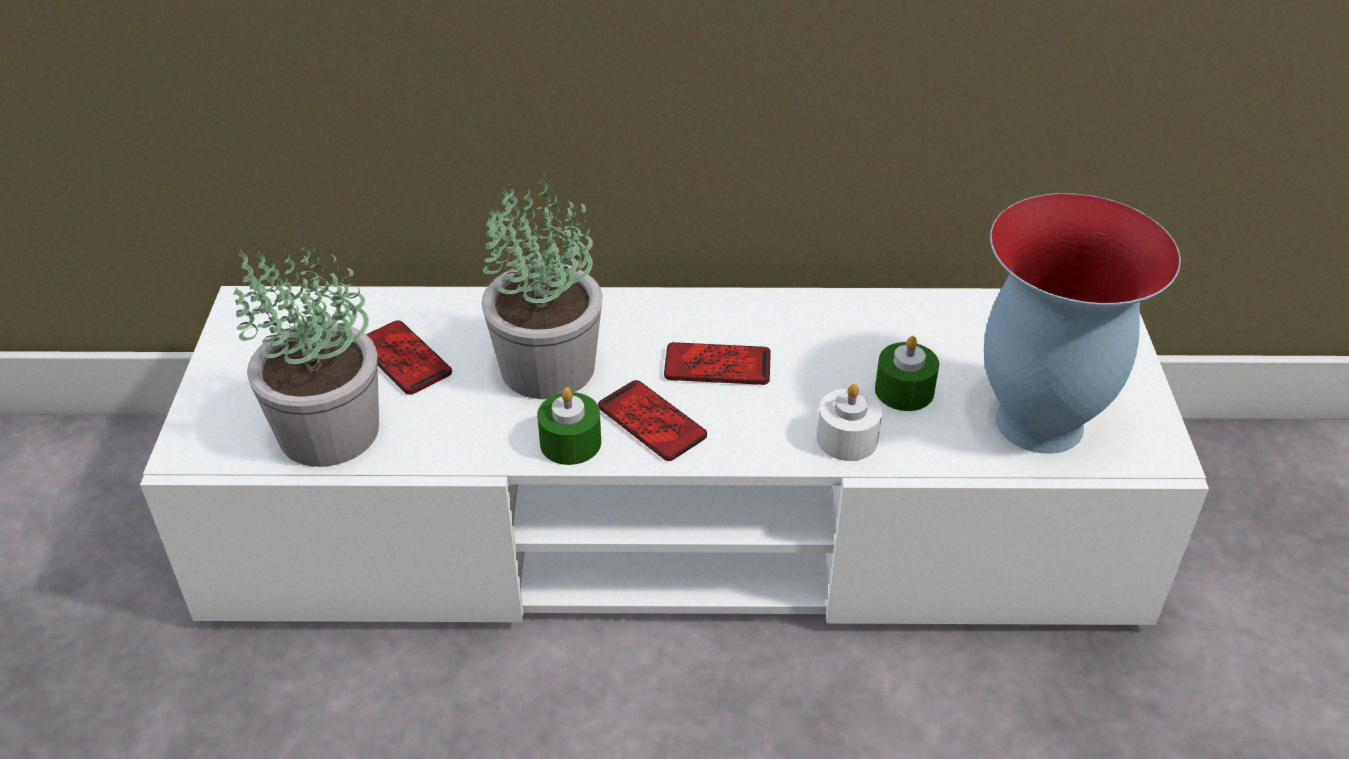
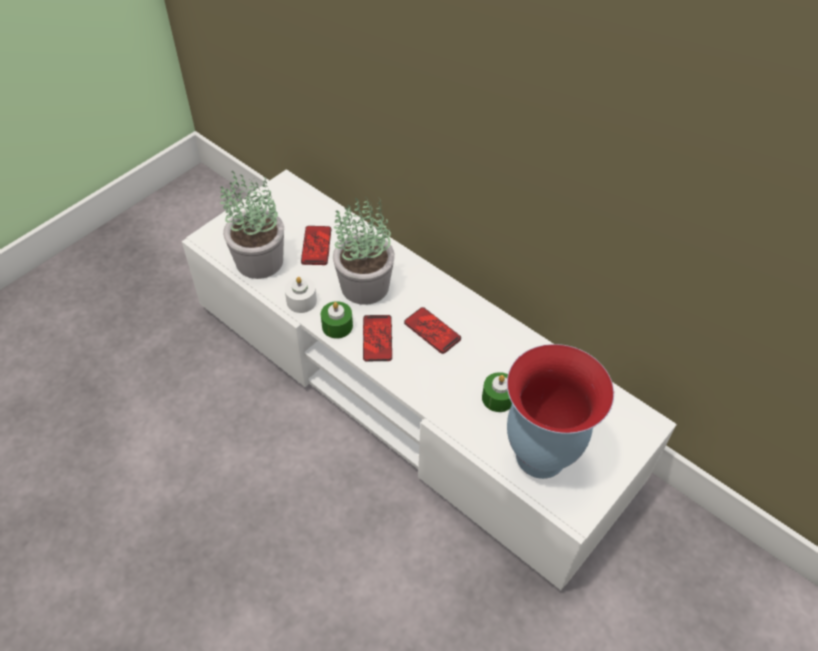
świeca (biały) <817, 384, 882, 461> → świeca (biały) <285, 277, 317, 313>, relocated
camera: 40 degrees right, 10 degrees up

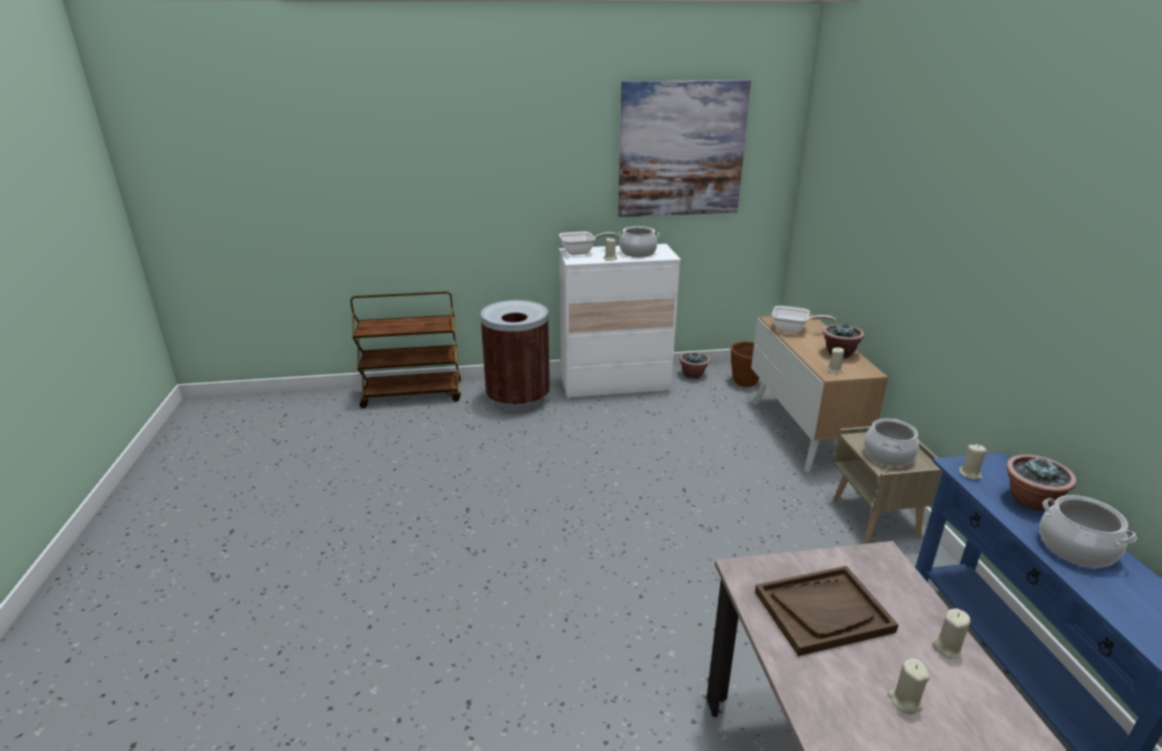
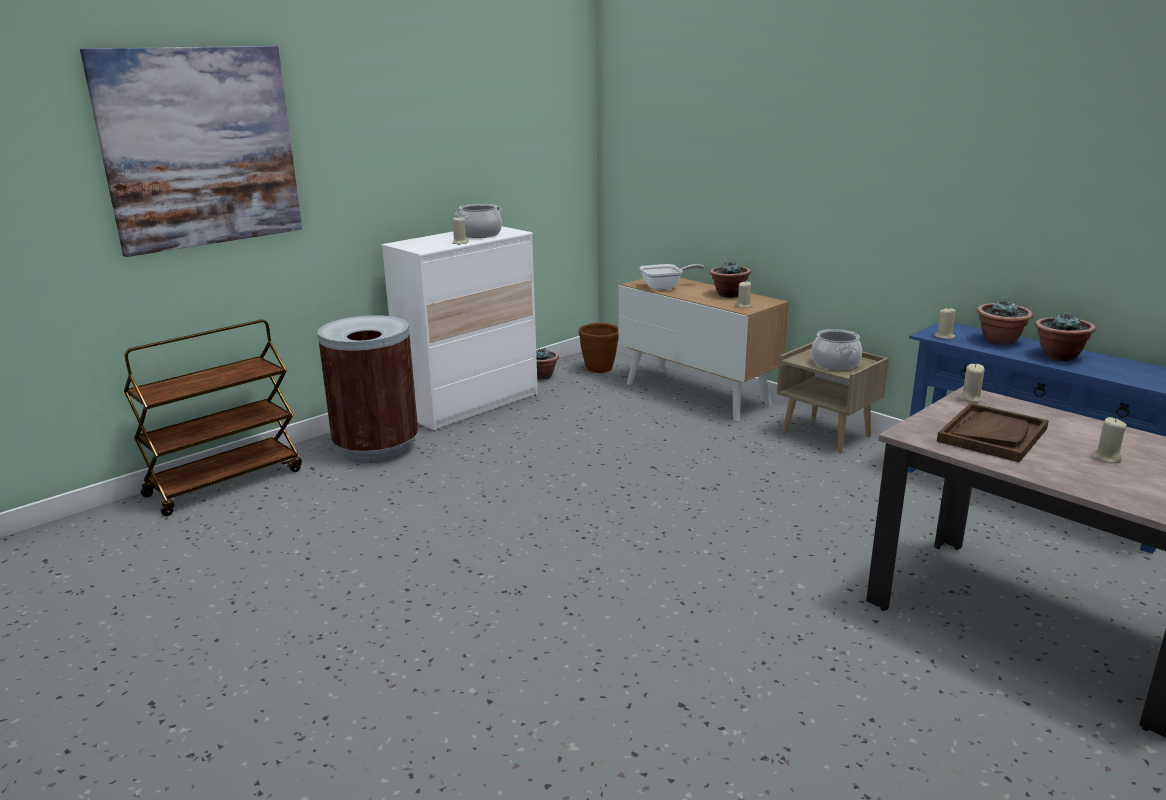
obraz <618, 80, 751, 217> → obraz <80, 46, 302, 257>, relocated
patelnia <559, 231, 616, 255> → -
garnek <1040, 495, 1137, 568> → roślina doniczkowa <1035, 312, 1096, 361>
świeca (beżowy) <932, 608, 971, 659> → świeca (beżowy) <959, 364, 985, 403>, relocated
camera: 35 degrees left, 5 degrees down

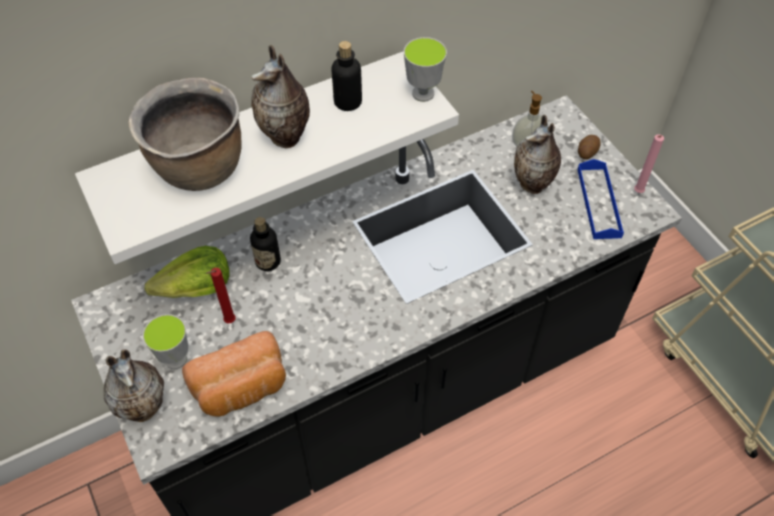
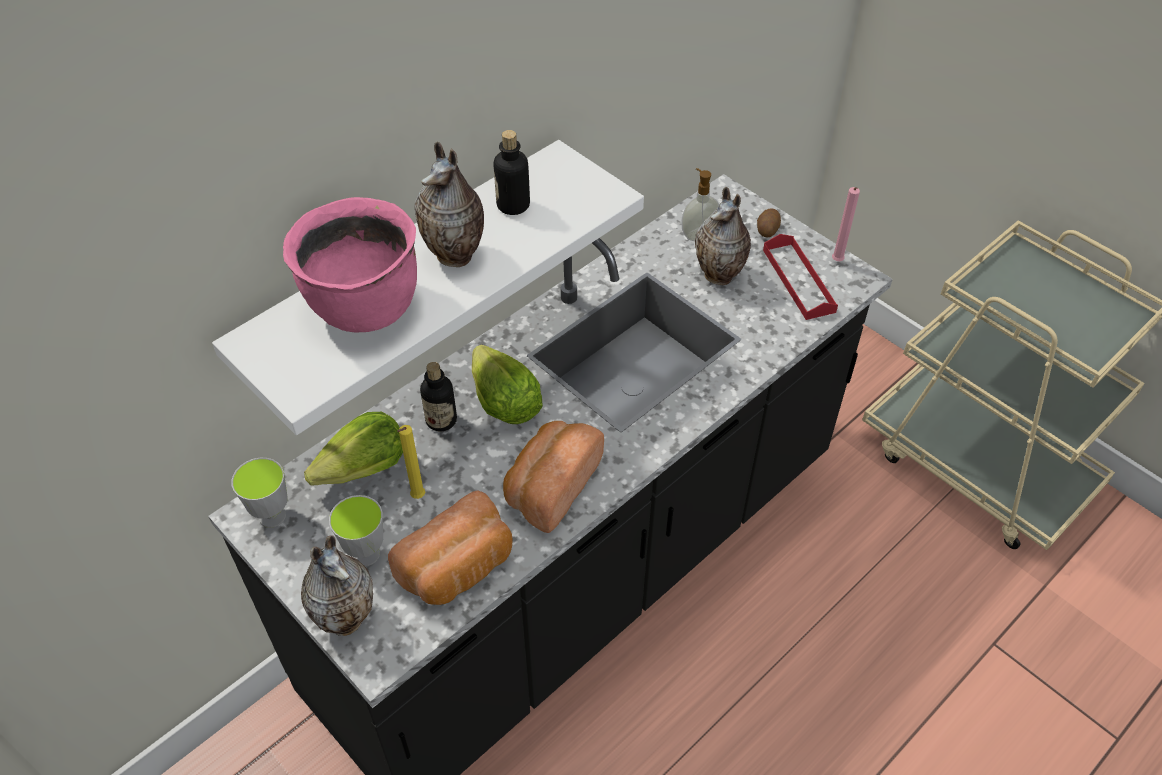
filiżanka <404, 37, 447, 102> → filiżanka <231, 458, 288, 528>, relocated
garnek (brązowy) <128, 78, 242, 191> → garnek (różowy) <283, 197, 417, 332>
taca (niebieski) <577, 159, 624, 239> → taca (czerwony) <763, 234, 838, 320>
świeca (czerwony) <206, 268, 236, 323> → świeca (żółty) <397, 425, 425, 499>
- → sałata <472, 345, 543, 424>
- → chleb <503, 421, 604, 533>
camera: 15 degrees left, 5 degrees down

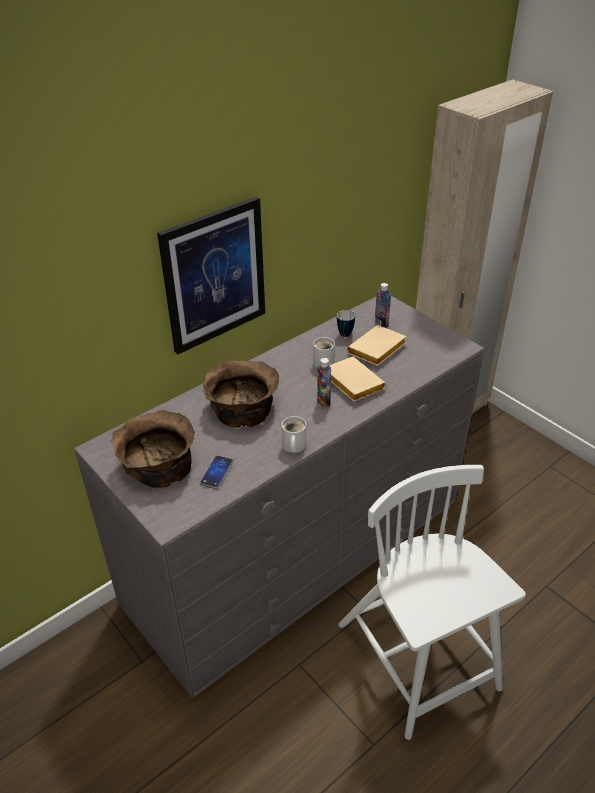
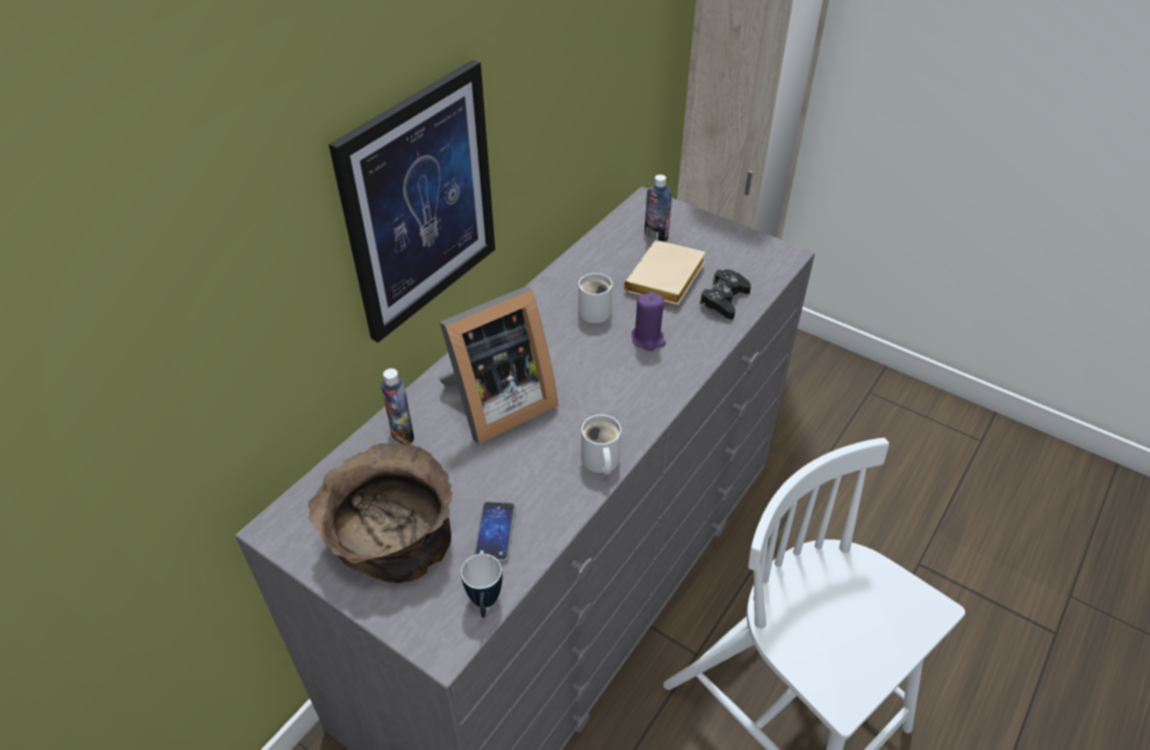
kubek <337, 310, 355, 337> → kubek <461, 554, 502, 618>, relocated
książka (beżowy) <330, 357, 386, 402> → świeca (fioletowy) <632, 292, 666, 351>
butelka <317, 358, 331, 407> → butelka <381, 368, 414, 445>, relocated
miska (brązowy) <203, 360, 279, 428> → ramka na zdjęcie <439, 286, 558, 444>
- → pad do gier (czarny) <700, 269, 751, 319>
camera: 15 degrees left, 5 degrees up

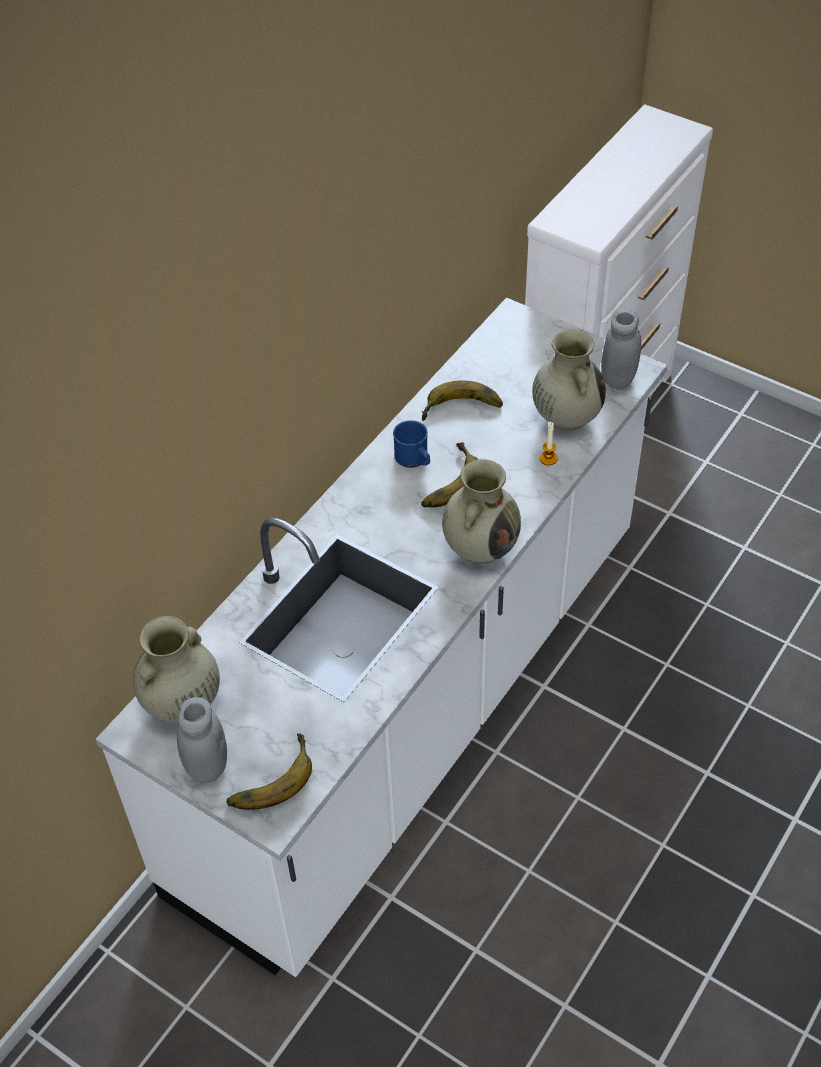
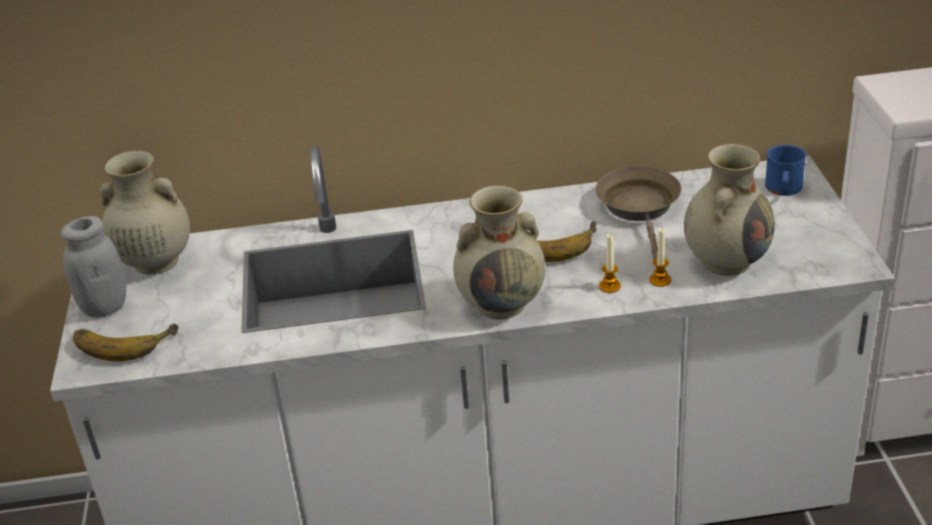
słoik (szary) <601, 309, 641, 390> → -
banan <422, 380, 503, 421> → patelnia (brązowy) <596, 166, 681, 260>
kubek (niebieski) <393, 420, 430, 468> → kubek (niebieski) <765, 145, 807, 196>, relocated
- → świeca <599, 234, 621, 293>
camera: 50 degrees right, 15 degrees down

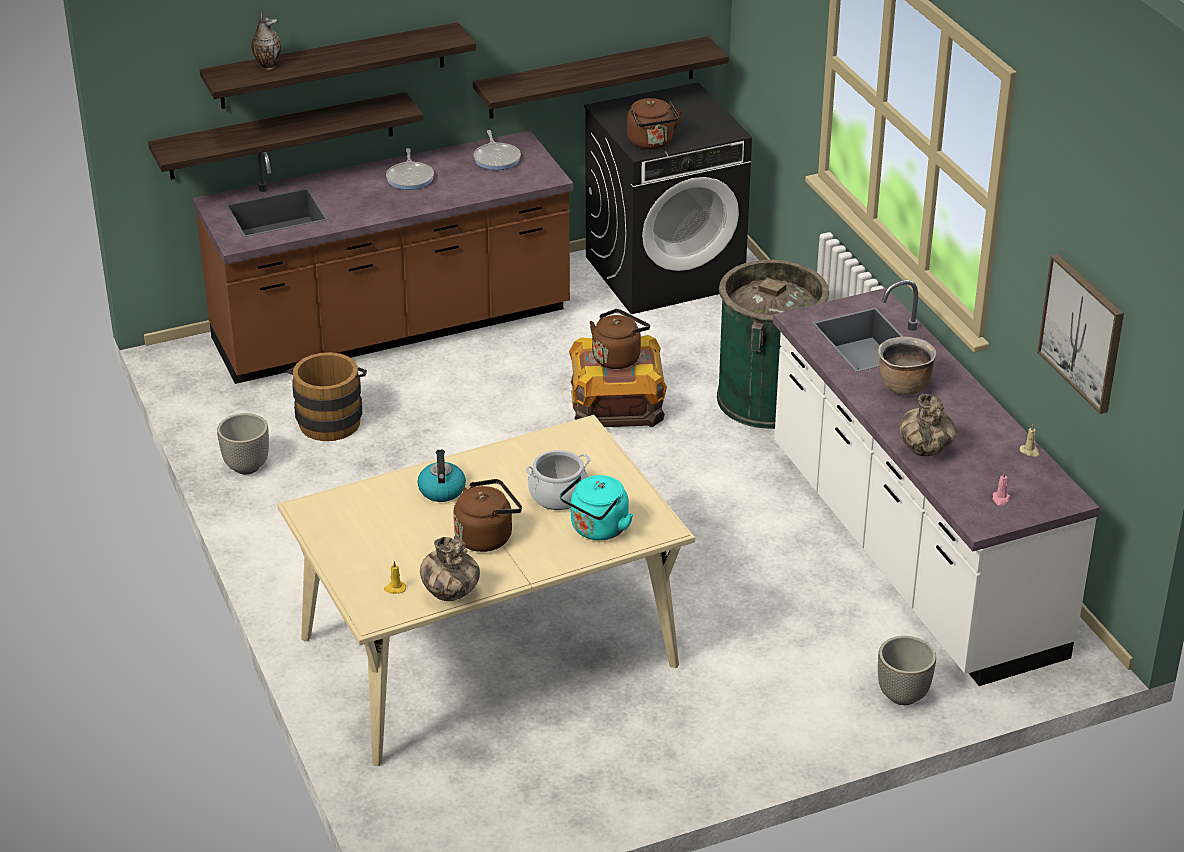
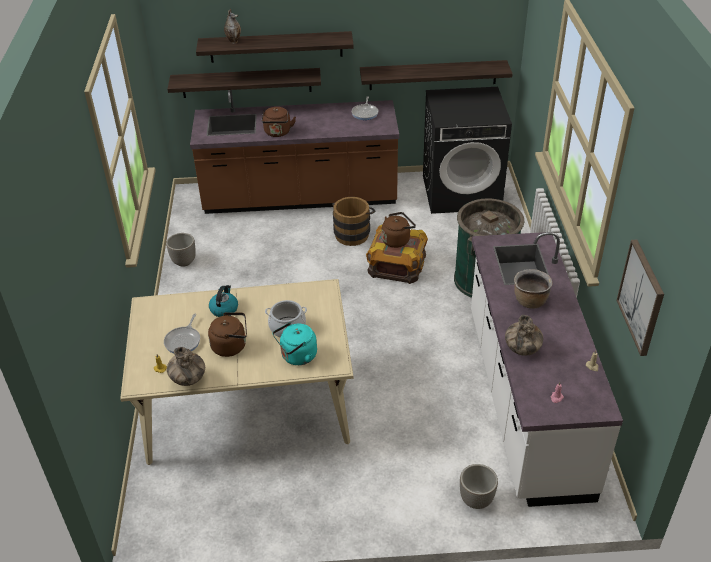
czajnik (brązowy) <627, 98, 682, 149> → czajnik (brązowy) <261, 107, 296, 137>, relocated
patelnia <386, 148, 434, 190> → patelnia <164, 314, 200, 354>, relocated
wiadro (brązowy) <287, 352, 367, 441> → wiadro (brązowy) <332, 197, 375, 246>, relocated
camera: 20 degrees right, 5 degrees up

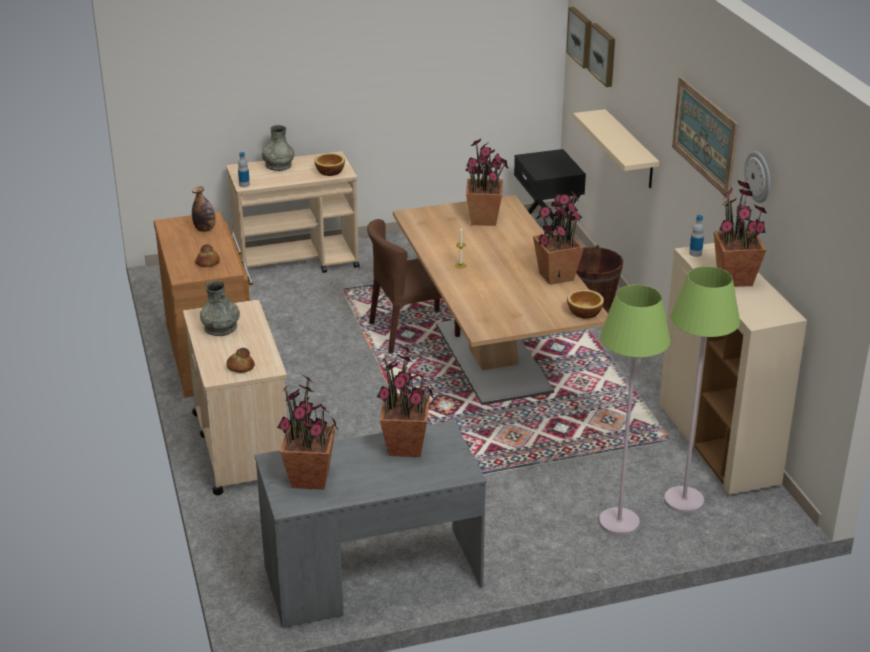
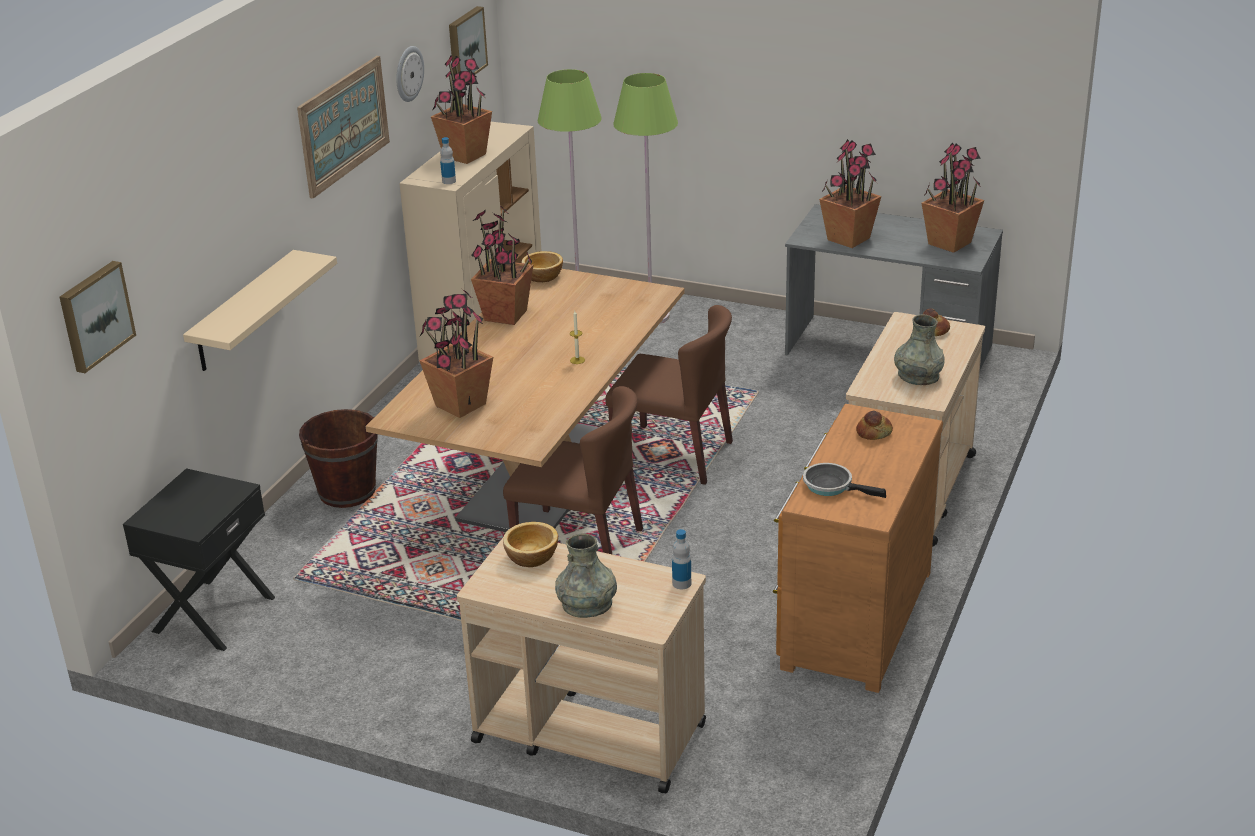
obraz <588, 23, 615, 87> → obraz <449, 6, 488, 75>, relocated
butelka <192, 186, 216, 232> → patelnia <803, 463, 886, 498>
- → krzesło (brązowy) <605, 305, 733, 485>
camera: 140 degrees left, 0 degrees up

